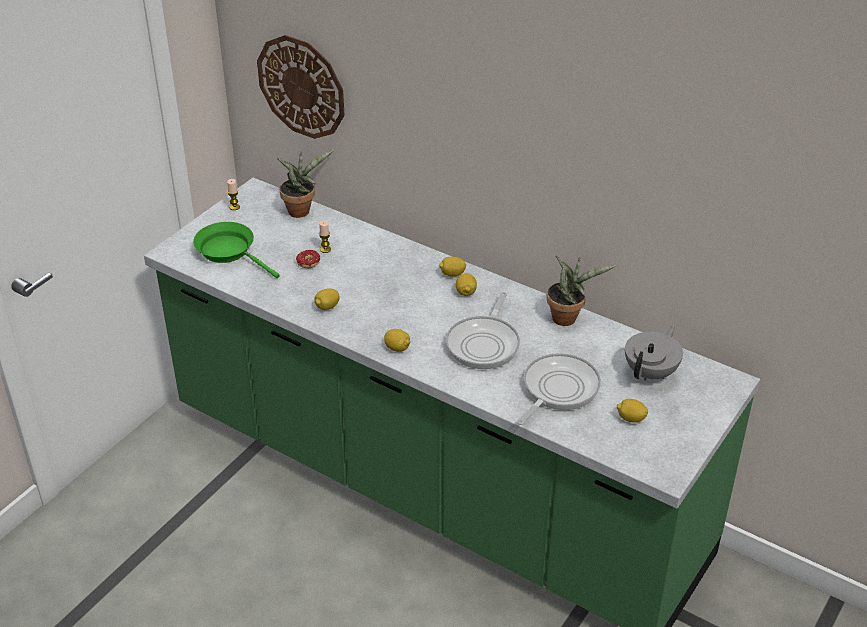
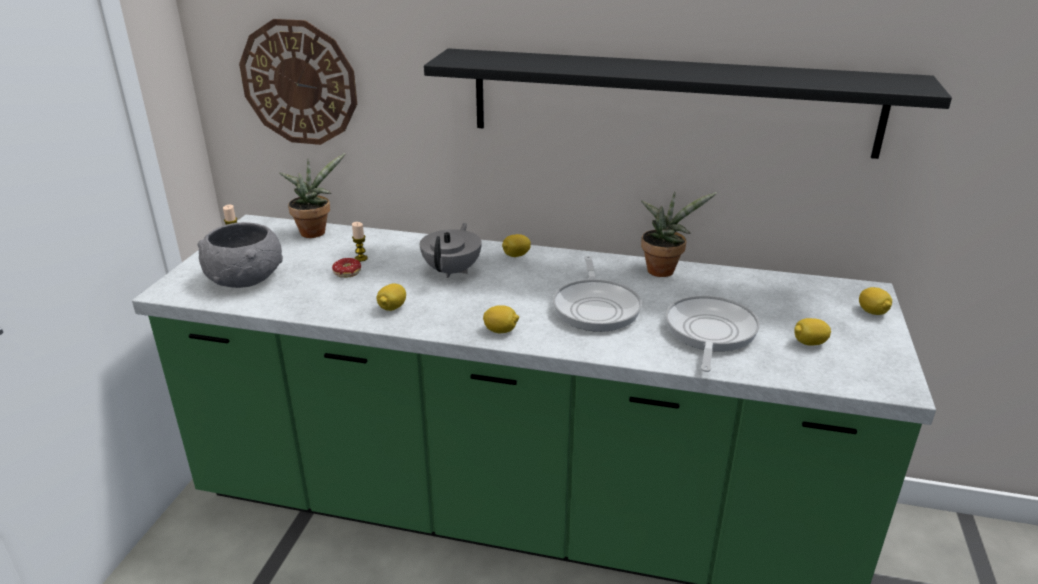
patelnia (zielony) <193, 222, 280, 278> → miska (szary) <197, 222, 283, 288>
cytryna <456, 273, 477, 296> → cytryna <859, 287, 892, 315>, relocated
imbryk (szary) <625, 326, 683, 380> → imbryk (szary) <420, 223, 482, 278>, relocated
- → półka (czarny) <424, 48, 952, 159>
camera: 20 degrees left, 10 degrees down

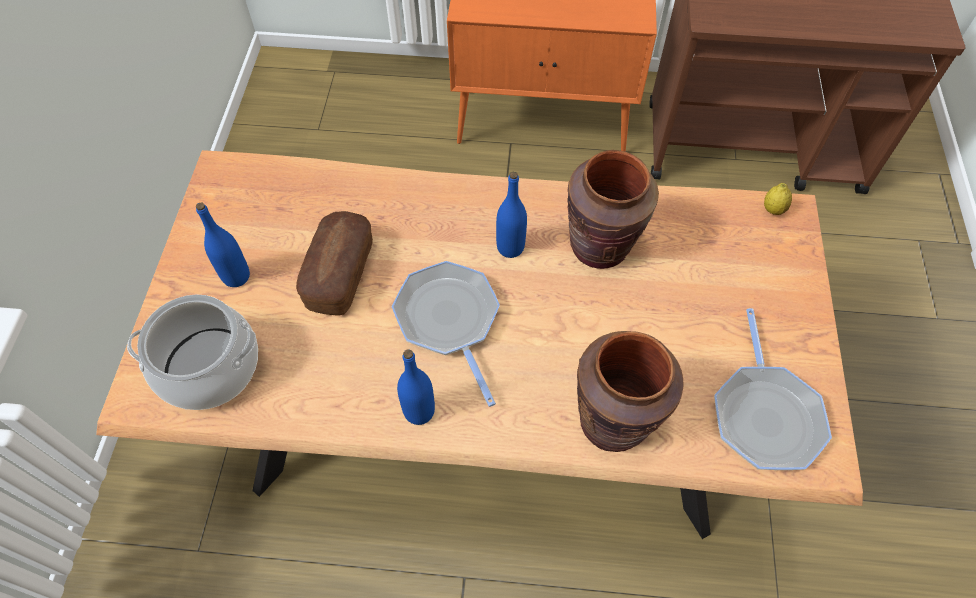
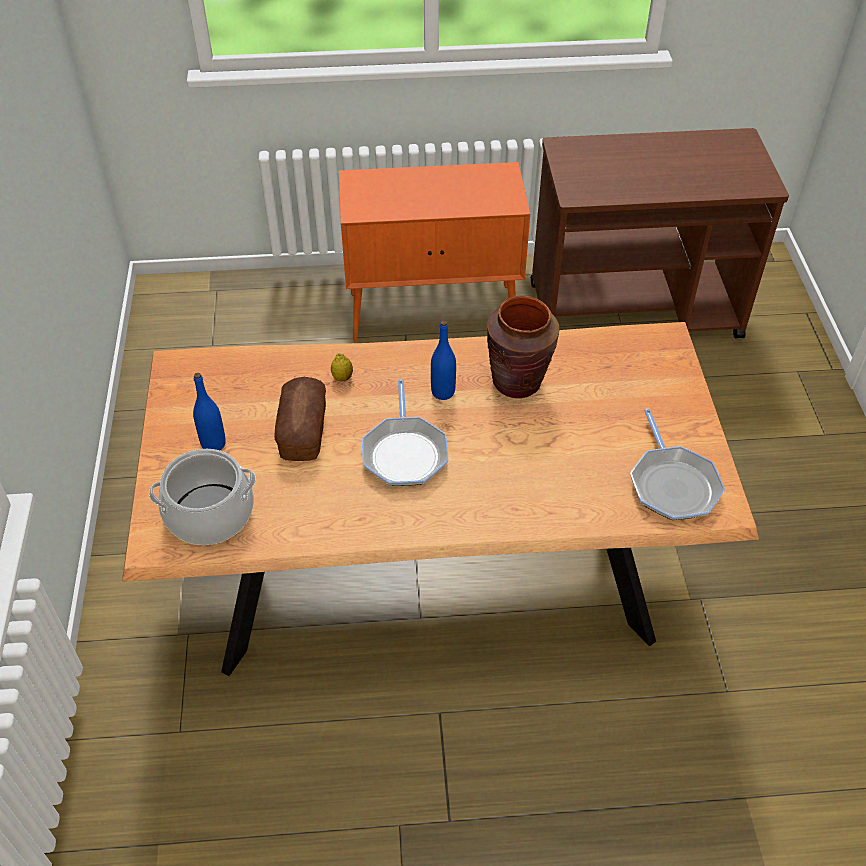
cytryna <764, 183, 792, 215> → cytryna <331, 353, 353, 381>, relocated
patelnia <391, 261, 500, 407> → patelnia <362, 379, 448, 486>, 150 degrees counterclockwise
wazon (brązowy) <577, 331, 684, 452> → -
butelka (niebieski) <397, 349, 435, 425> → -
camera: 10 degrees left, 10 degrees down

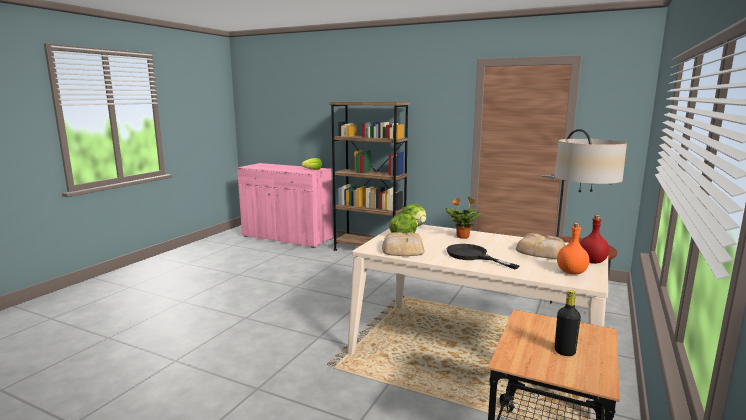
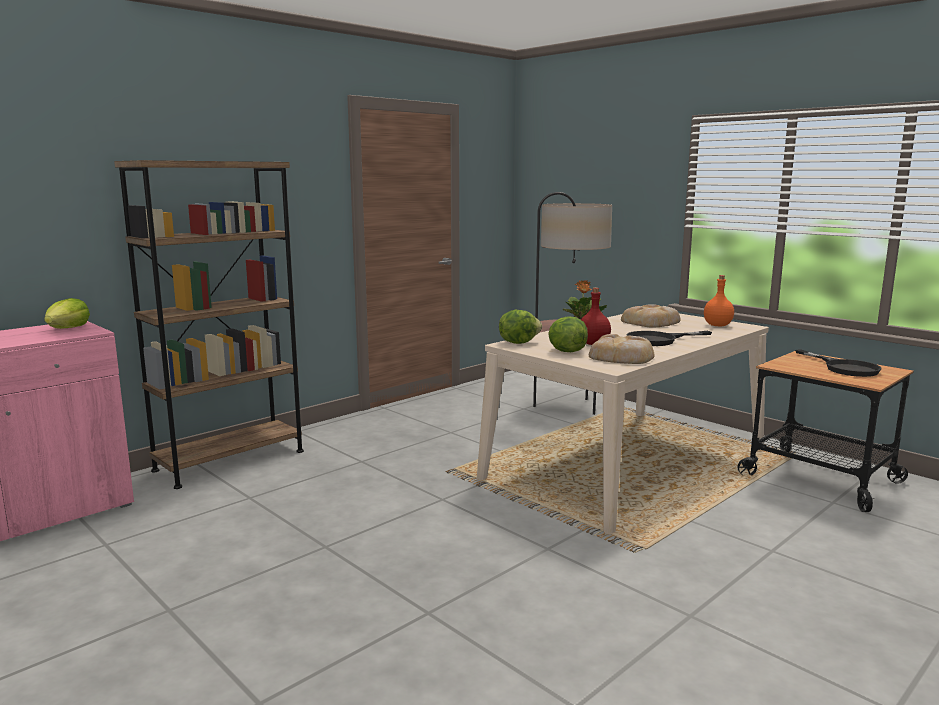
butelka (czerwony) <580, 215, 609, 264> → butelka (czerwony) <581, 288, 611, 345>, relocated
butelka (czarny) <555, 290, 581, 356> → patelnia (czarny) <795, 350, 882, 377>
camera: 70 degrees left, 0 degrees up

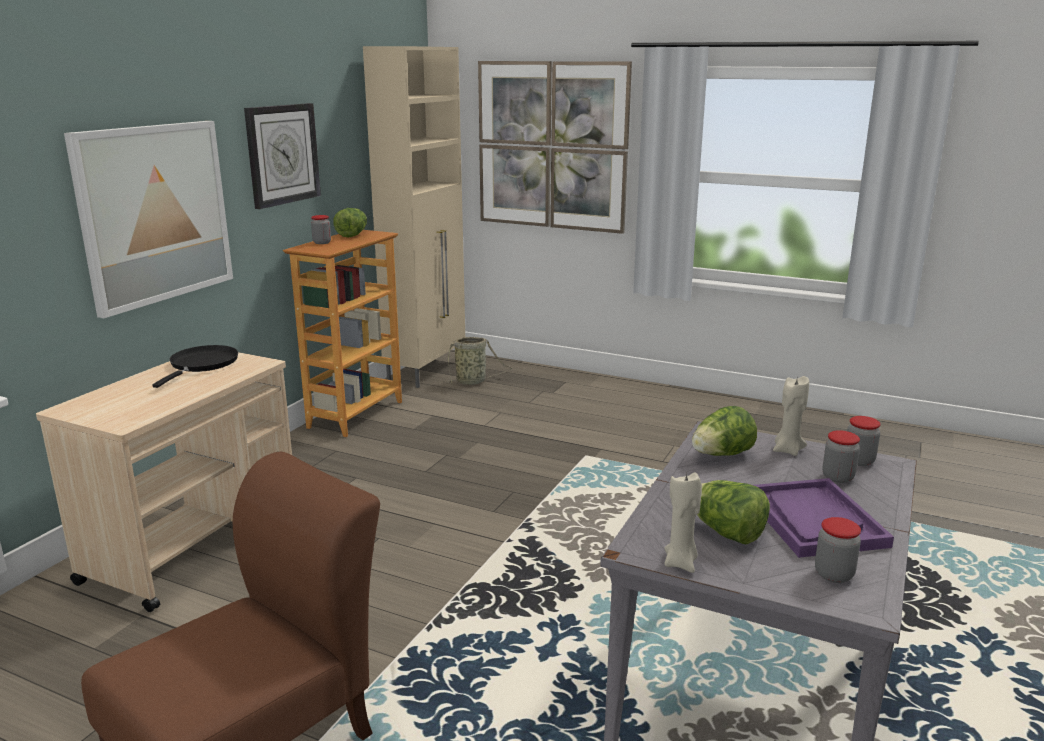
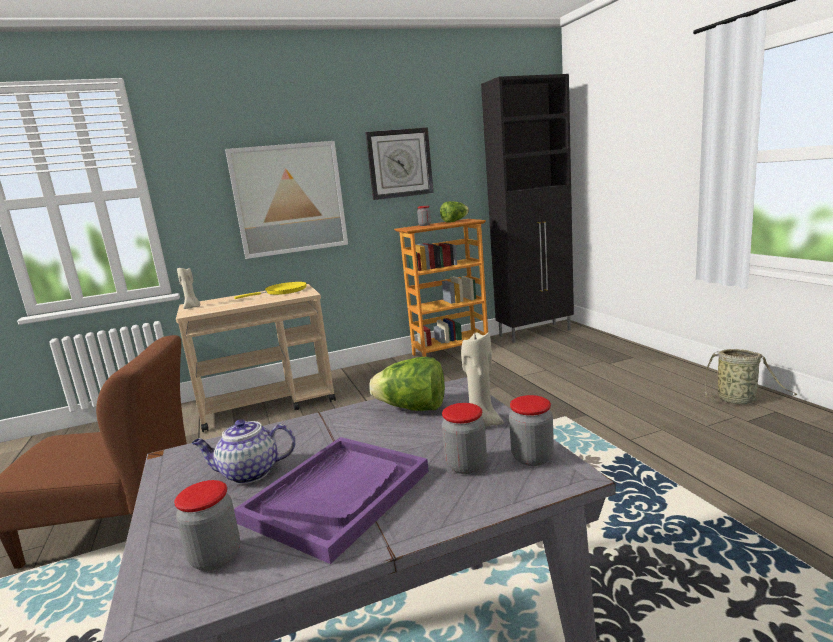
szafka (beżowy) <363, 46, 465, 388> → szafka (czarny) <481, 74, 574, 343>
obraz <478, 61, 632, 234> → -
koszyk <441, 337, 512, 385> → koszyk <697, 349, 798, 404>, relocated
patelnia (czarny) <152, 345, 238, 388> → patelnia (żółty) <234, 282, 307, 299>
świeca (beżowy) <664, 473, 702, 573> → świeca (beżowy) <177, 267, 201, 309>, relocated
sałata <697, 480, 770, 545> → imbryk <192, 419, 296, 484>
camera: 45 degrees right, 5 degrees down

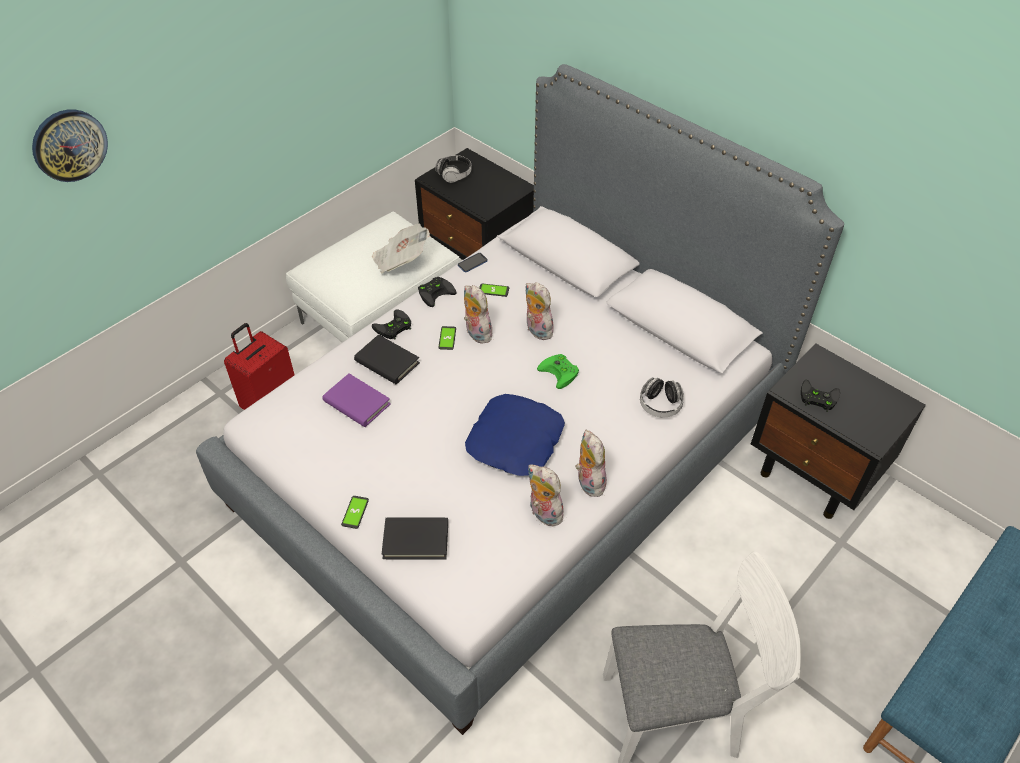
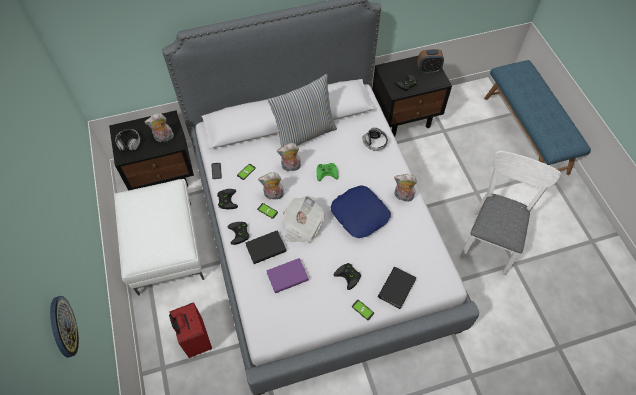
gazeta <372, 223, 430, 274> → gazeta <283, 196, 324, 243>, relocated
pluszak <528, 464, 564, 527> → pluszak <145, 113, 174, 142>, relocated
- → budzik <417, 49, 444, 74>
- → poduszka <268, 74, 337, 147>
- → pad do gier (czarny) <334, 263, 361, 290>
camera: 60 degrees left, 10 degrees up

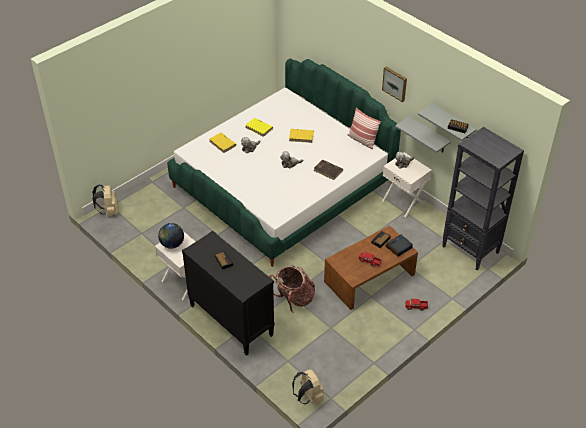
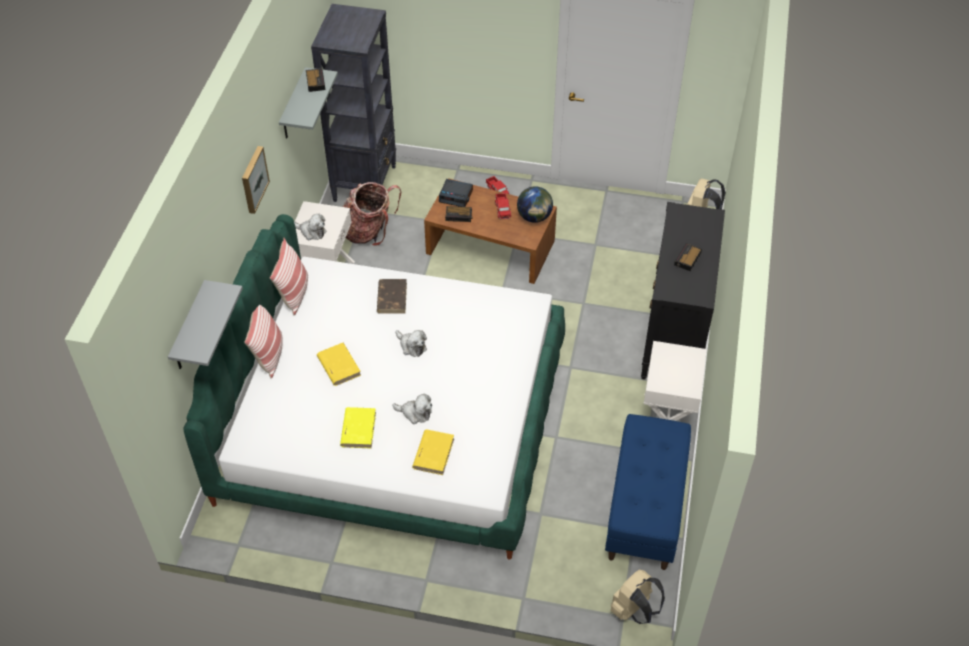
półka (szary) <395, 116, 451, 153> → półka (szary) <168, 280, 243, 369>, relocated
globus <158, 223, 184, 249> → globus <517, 186, 553, 223>, relocated
plecak <269, 265, 315, 313> → plecak <342, 182, 401, 246>, relocated
- → poduszka <244, 305, 283, 378>
- → ławka (niebieski) <605, 414, 691, 570>
camera: 125 degrees left, 5 degrees up

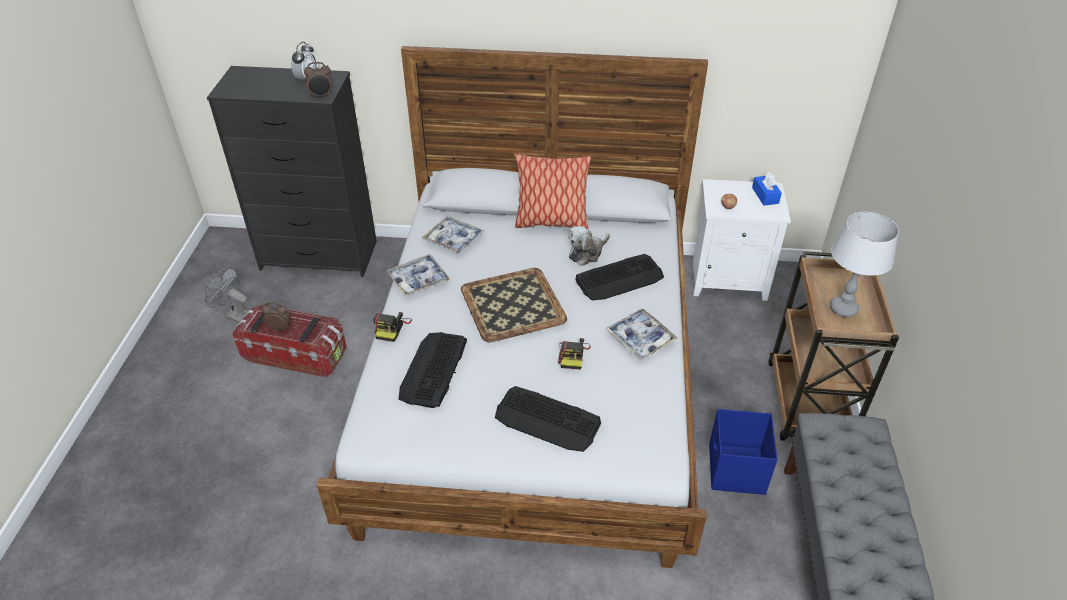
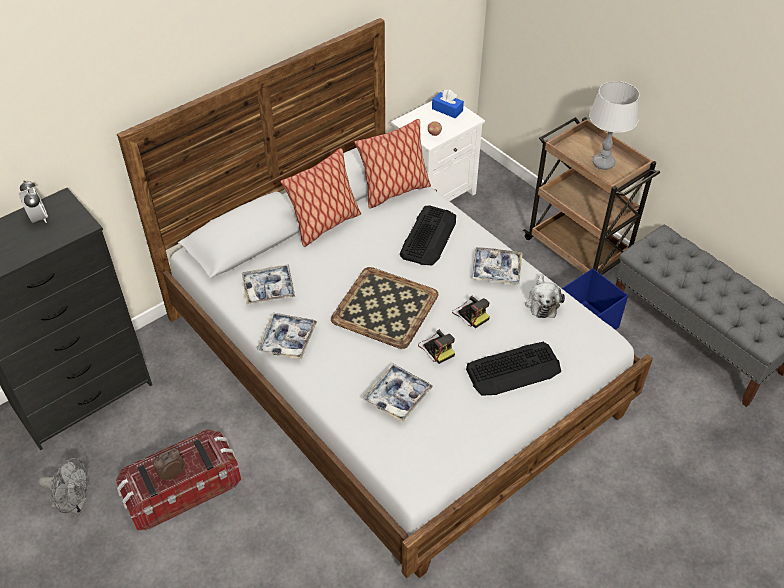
budzik <304, 62, 333, 99> → -
pluszak <568, 226, 610, 266> → pluszak <525, 274, 565, 318>, relocated
wentylator (szary) <205, 267, 248, 323> → wentylator (szary) <38, 458, 89, 515>, 150 degrees counterclockwise
aparat fotograficzny <373, 312, 412, 342> → aparat fotograficzny <418, 329, 455, 364>, relocated
klawiatura <399, 332, 467, 408> → taca <363, 363, 433, 422>
- → poduszka <354, 119, 431, 209>
camera: 45 degrees left, 5 degrees up

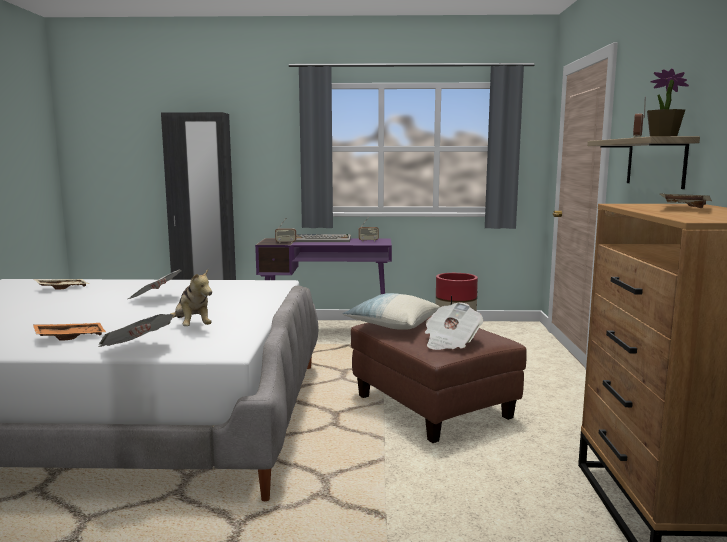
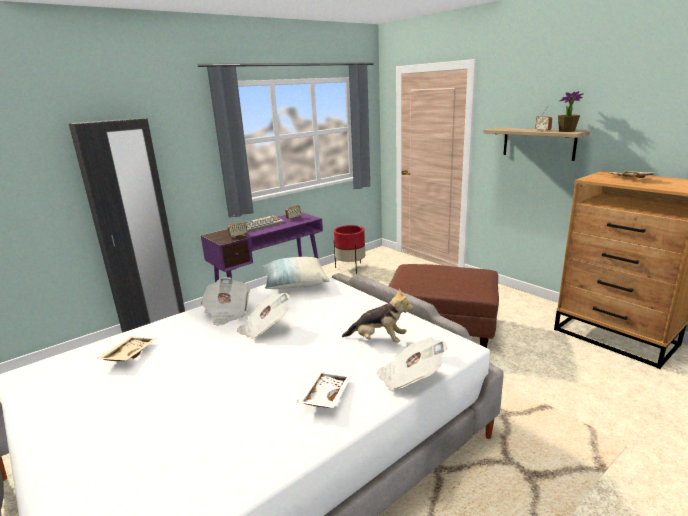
poduszka <343, 293, 440, 330> → poduszka <263, 257, 330, 289>, relocated
gazeta <425, 302, 483, 350> → gazeta <201, 277, 250, 326>, relocated
taca (pomarańczowy) <33, 323, 106, 340> → taca (biały) <297, 371, 351, 408>
camera: 40 degrees left, 10 degrees up

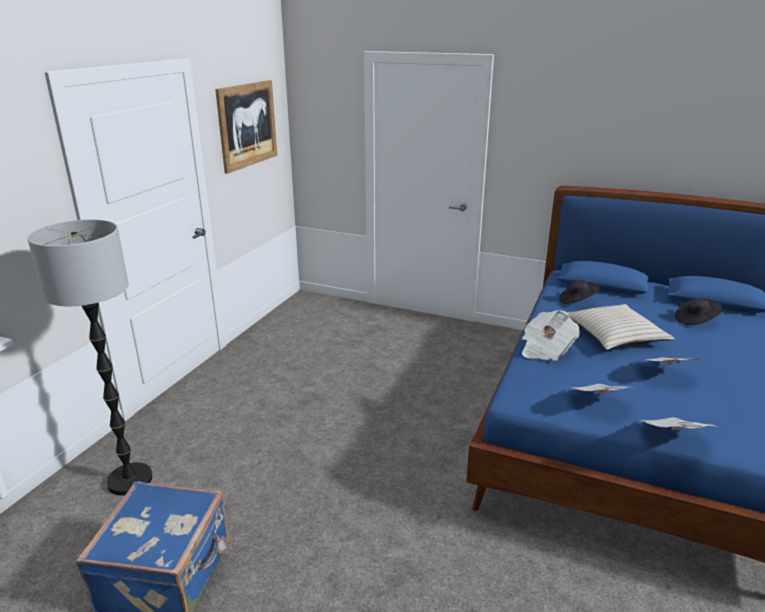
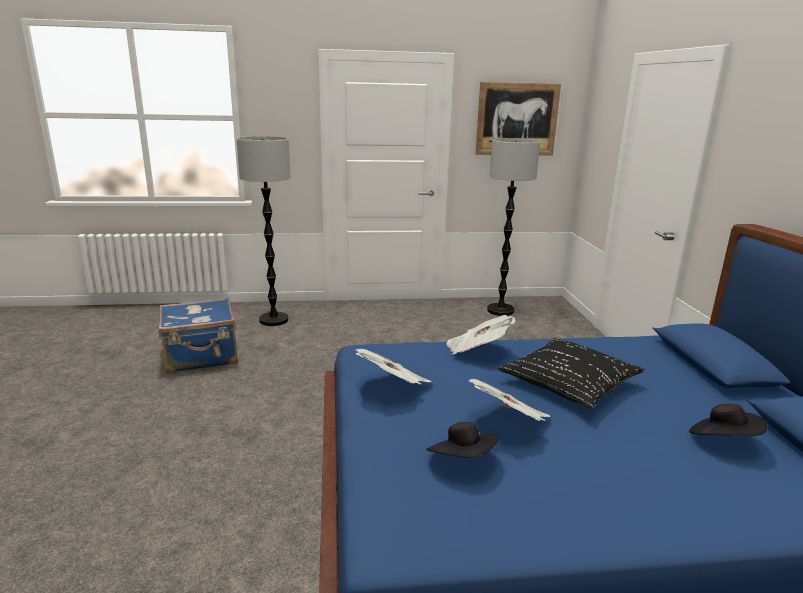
kapelusz (czarny) <559, 280, 600, 304> → kapelusz (czarny) <427, 422, 500, 458>, relocated
poduszka (beżowy) <567, 304, 675, 350> → poduszka (czarny) <498, 338, 645, 409>
gazeta <642, 418, 715, 430> → -
- → lampa stojąca <487, 138, 540, 316>
camera: 60 degrees right, 5 degrees down

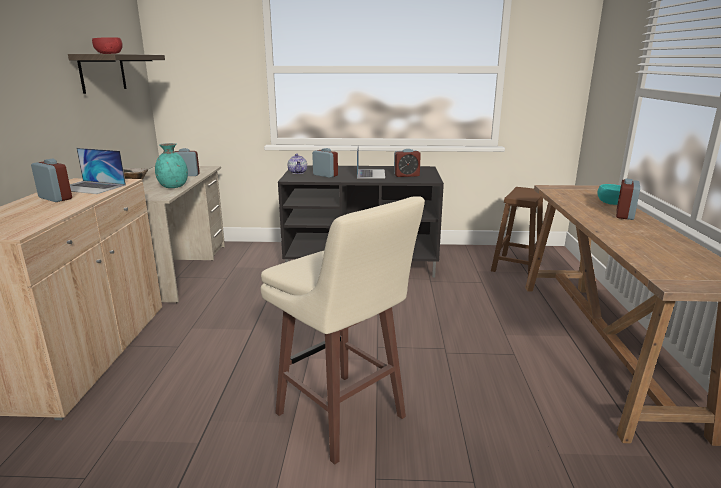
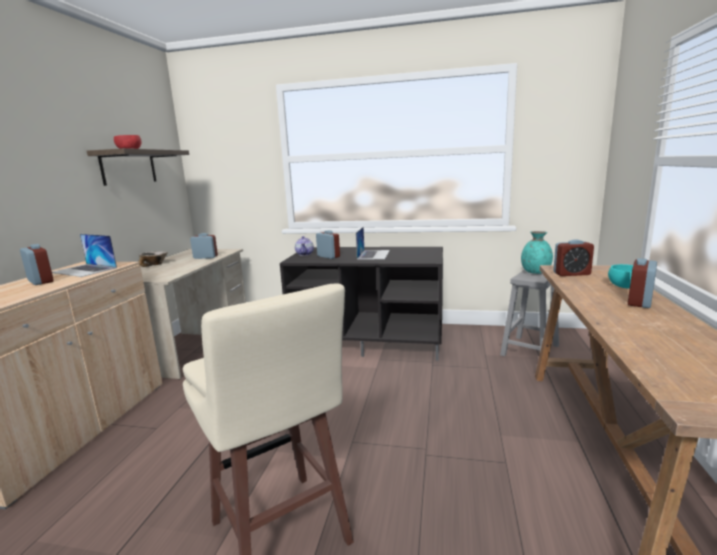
wazon (turkusowy) <155, 143, 188, 188> → wazon (turkusowy) <521, 231, 553, 274>, relocated
budzik <394, 149, 421, 177> → budzik <553, 239, 594, 276>, relocated
stołek (brązowy) <491, 187, 543, 275> → stołek (szary) <500, 269, 559, 356>
camera: 10 degrees right, 5 degrees down

